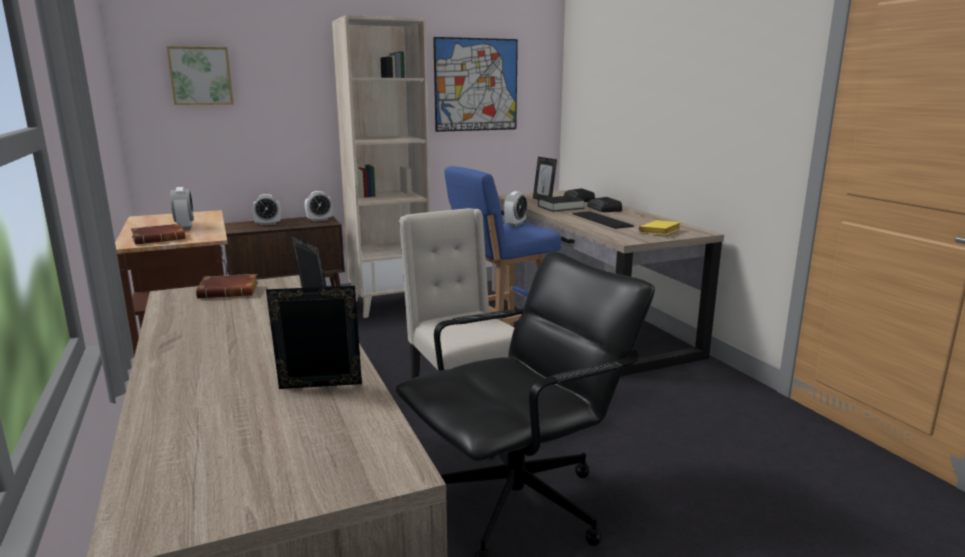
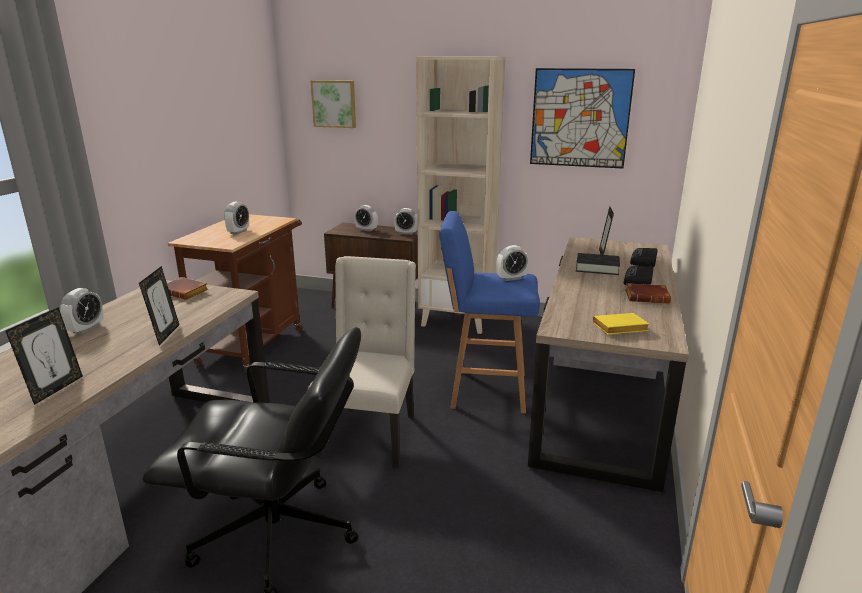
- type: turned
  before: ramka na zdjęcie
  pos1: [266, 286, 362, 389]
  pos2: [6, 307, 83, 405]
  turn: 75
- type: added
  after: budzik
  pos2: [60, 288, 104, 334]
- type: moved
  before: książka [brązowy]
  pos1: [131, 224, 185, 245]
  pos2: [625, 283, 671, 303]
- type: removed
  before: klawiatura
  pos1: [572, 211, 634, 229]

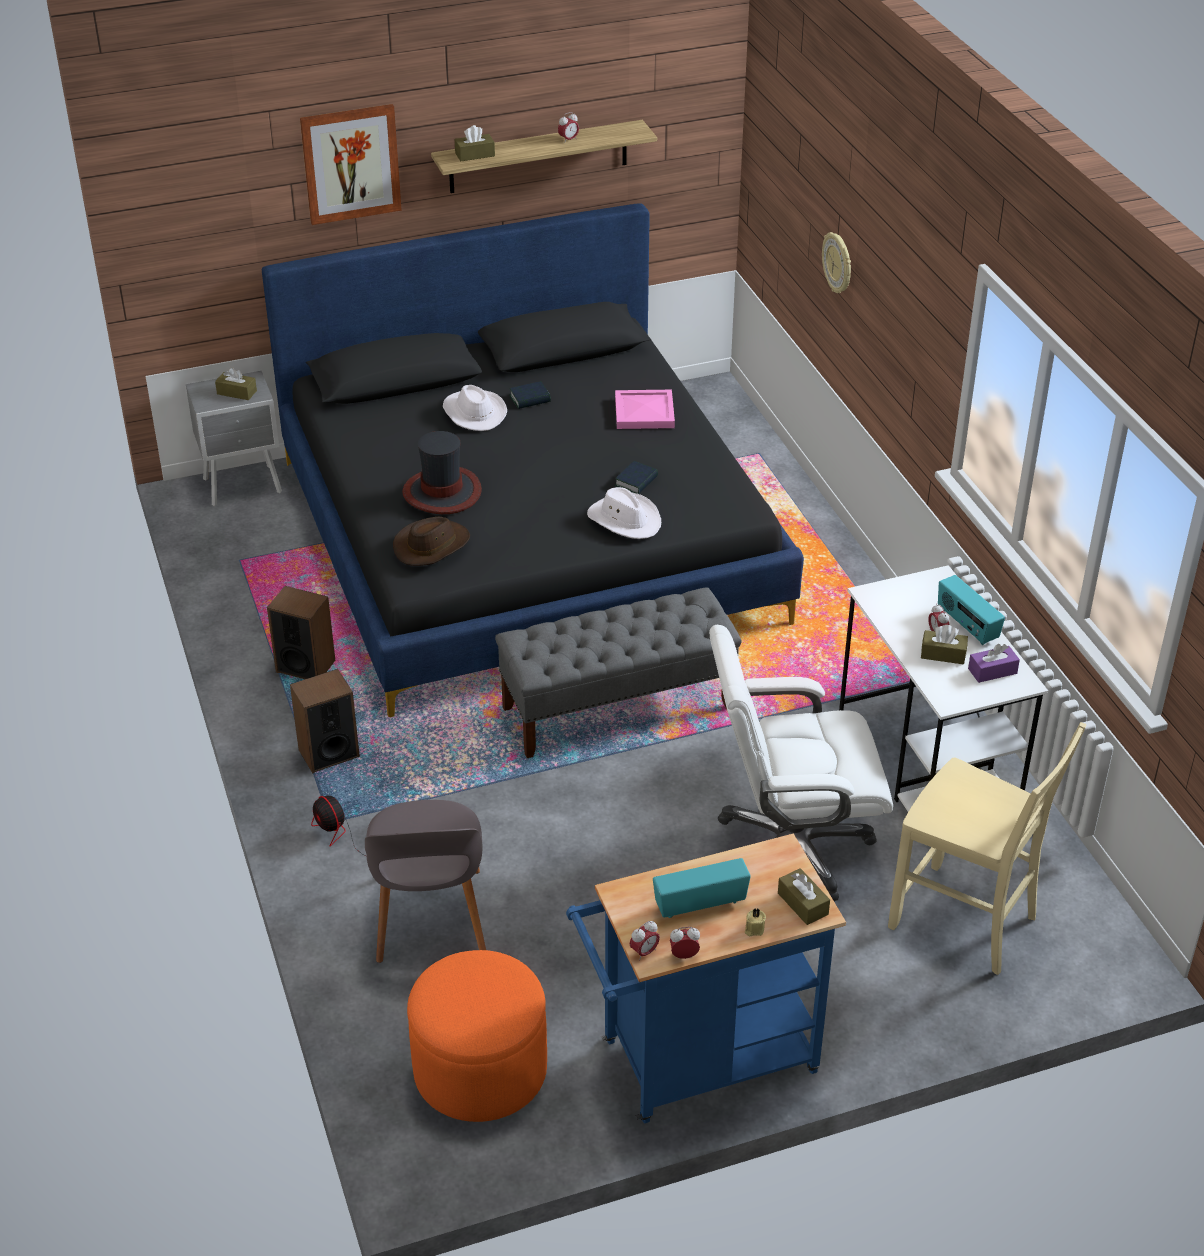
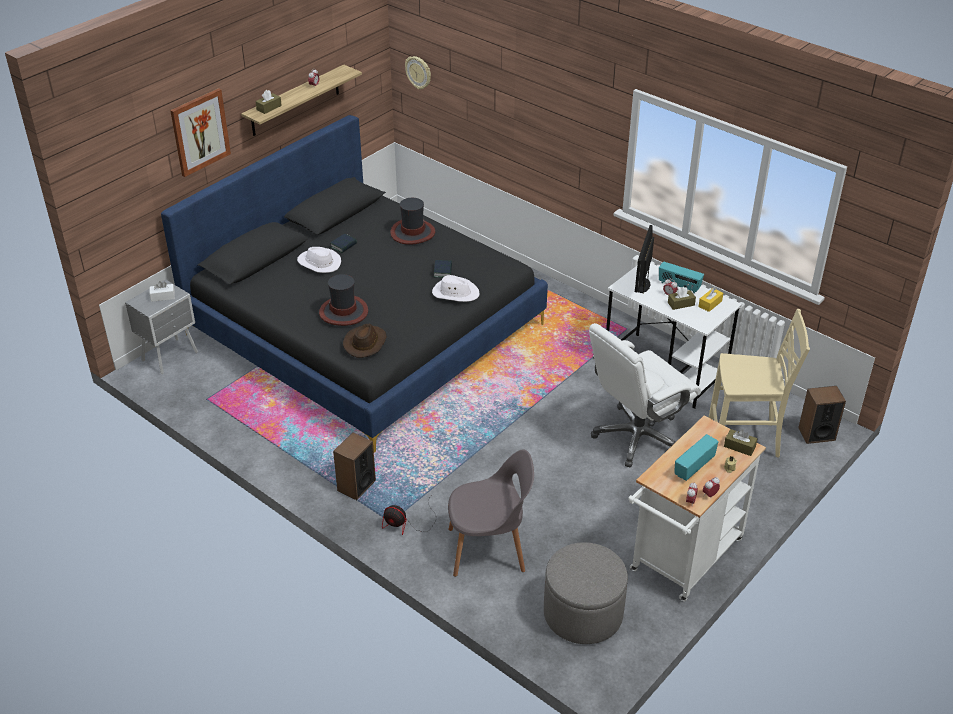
- type: recoloured
  before: pudełko chusteczek [brązowy]
  after: pudełko chusteczek [biały]
  pos1: [215, 367, 257, 400]
  pos2: [149, 281, 175, 302]
- type: replaced
  before: taca [różowy]
  after: kapelusz
  pos1: [615, 390, 675, 429]
  pos2: [390, 198, 435, 245]
- type: moved
  before: zegar ścienny
  pos1: [822, 232, 851, 293]
  pos2: [405, 56, 431, 89]
- type: turned
  before: krzesło [szary]
  pos1: [365, 800, 486, 963]
  pos2: [448, 450, 534, 577]
  turn: -60
- type: recoloured
  before: pufa [pomarańczowy]
  after: pufa [szary]
  pos1: [407, 950, 547, 1122]
  pos2: [544, 542, 628, 644]
- type: recoloured
  before: wózek [niebieski]
  after: wózek [biały]
  pos1: [566, 834, 846, 1123]
  pos2: [628, 416, 766, 602]
- type: added
  after: monitor
  pos2: [635, 225, 654, 294]
- type: recoloured
  before: pudełko chusteczek [fioletowy]
  after: pudełko chusteczek [żółty]
  pos1: [968, 644, 1020, 683]
  pos2: [698, 287, 723, 312]
- type: moved
  before: głośnik
  pos1: [267, 586, 335, 679]
  pos2: [798, 386, 846, 444]
- type: removed
  before: ławka [szary]
  pos1: [495, 587, 742, 758]

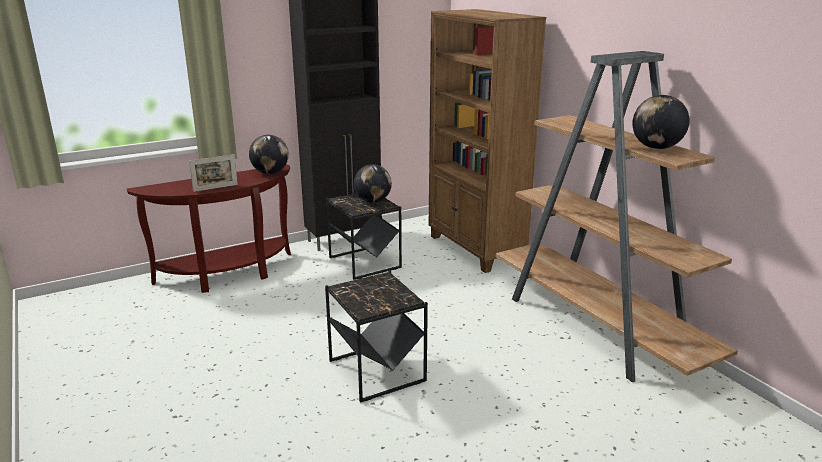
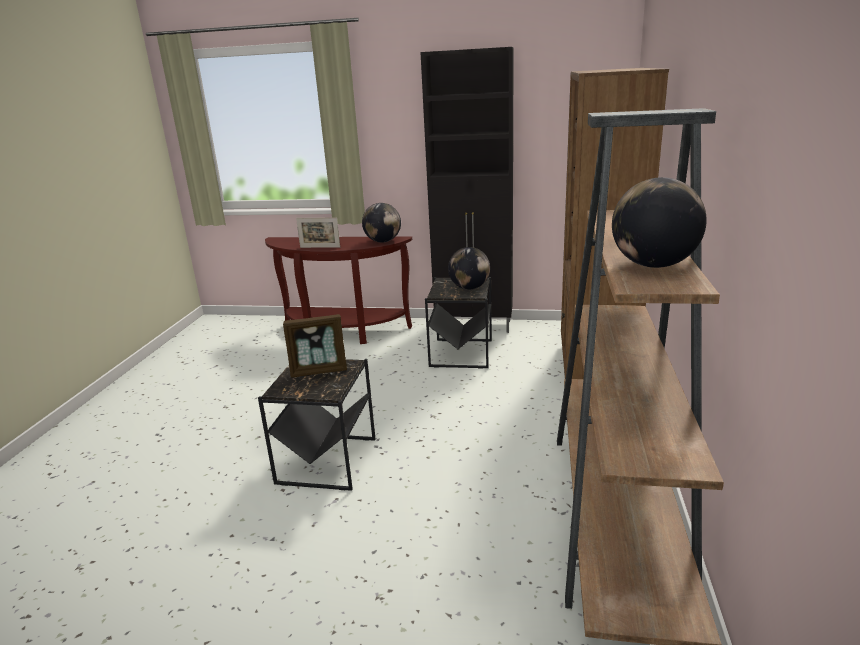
- type: added
  after: ramka na zdjęcie
  pos2: [283, 314, 347, 378]

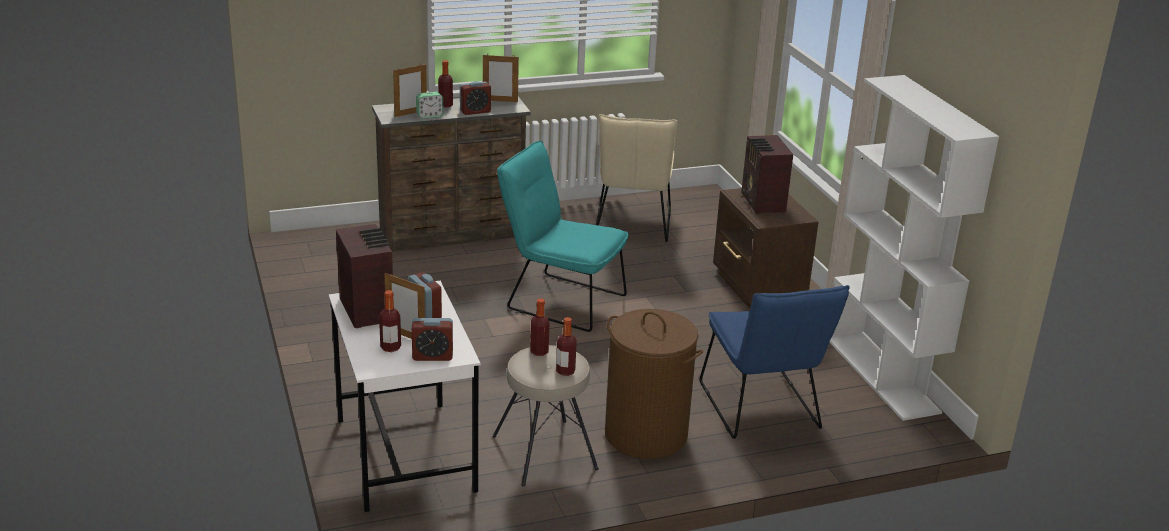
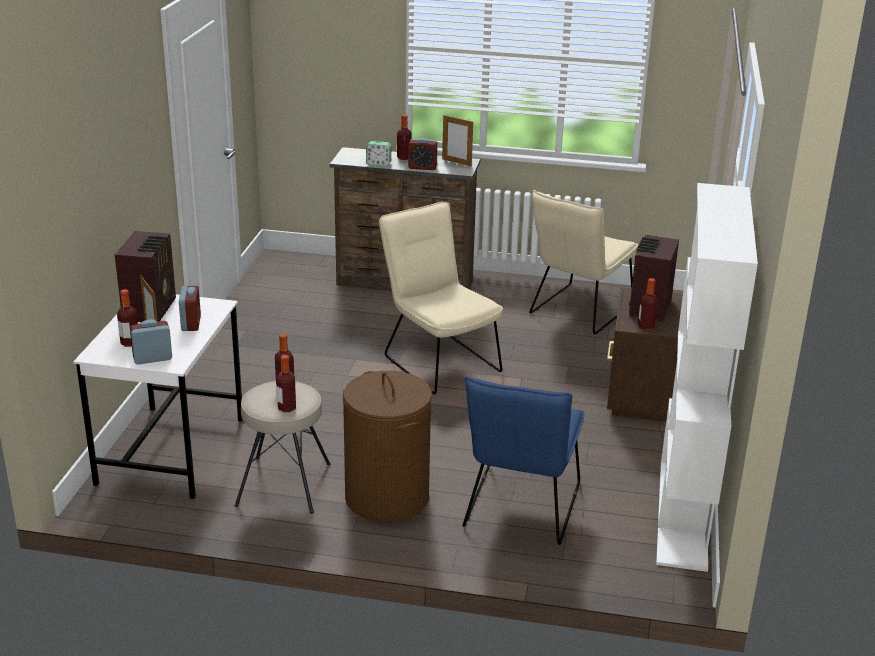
- type: turned
  before: budzik
  pos1: [412, 318, 453, 361]
  pos2: [130, 320, 172, 365]
  turn: 135
- type: recoloured
  before: krzesło [turkusowy]
  after: krzesło [beżowy]
  pos1: [497, 141, 628, 332]
  pos2: [379, 202, 503, 394]
- type: added
  after: butelka
  pos2: [638, 278, 658, 330]
- type: removed
  before: ramka na zdjęcie
  pos1: [393, 64, 427, 117]

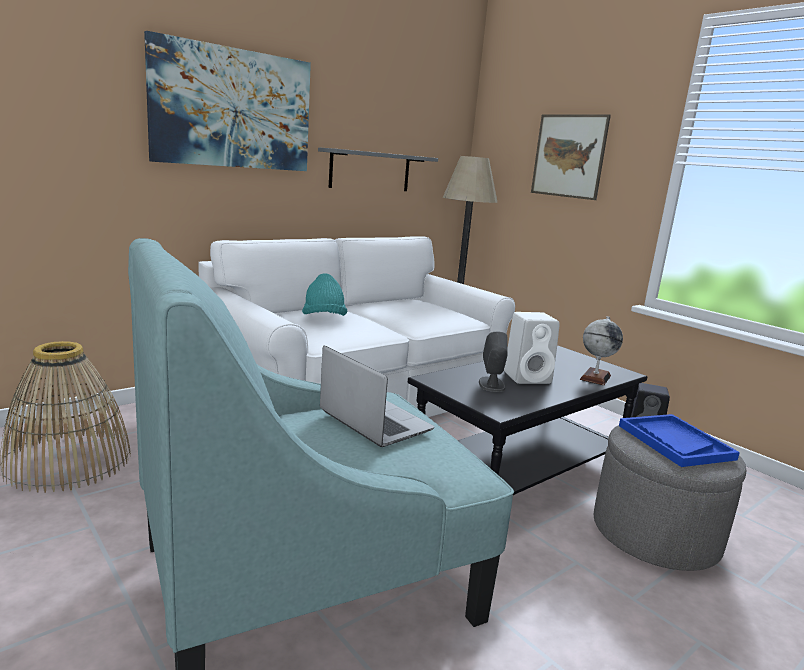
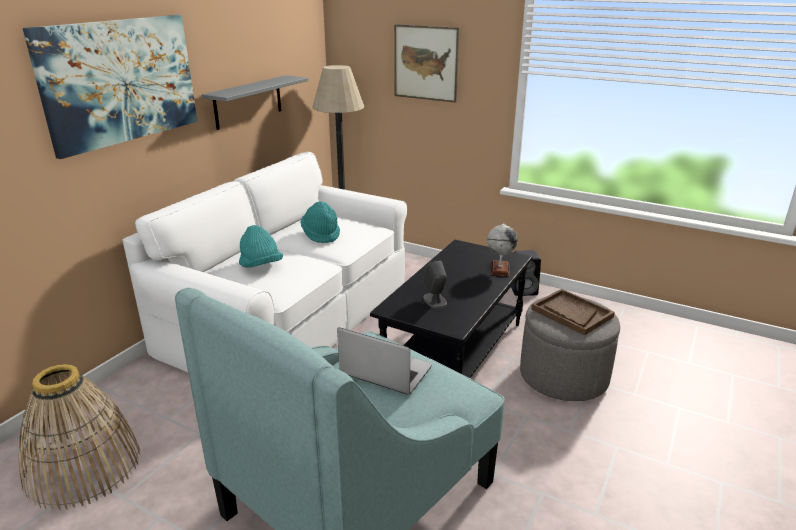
- type: added
  after: kapelusz [turkusowy]
  pos2: [300, 202, 340, 243]
- type: recoloured
  before: taca [niebieski]
  after: taca [brązowy]
  pos1: [619, 414, 740, 467]
  pos2: [531, 289, 615, 335]
- type: removed
  before: głośnik [biały]
  pos1: [504, 312, 560, 384]

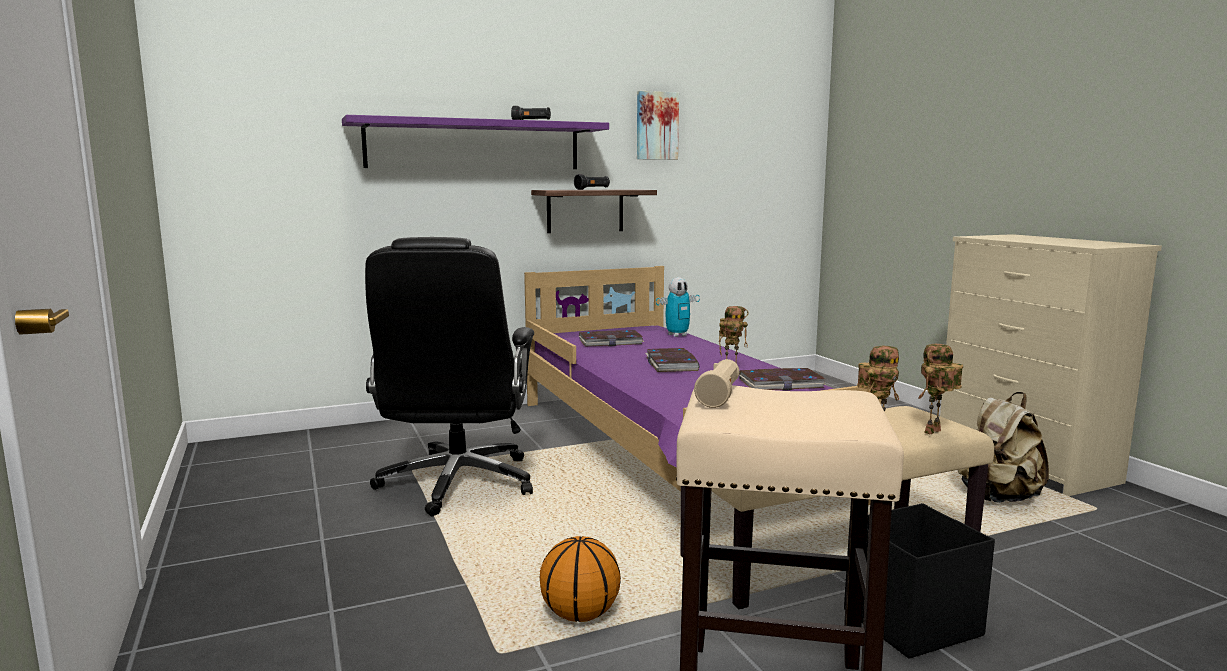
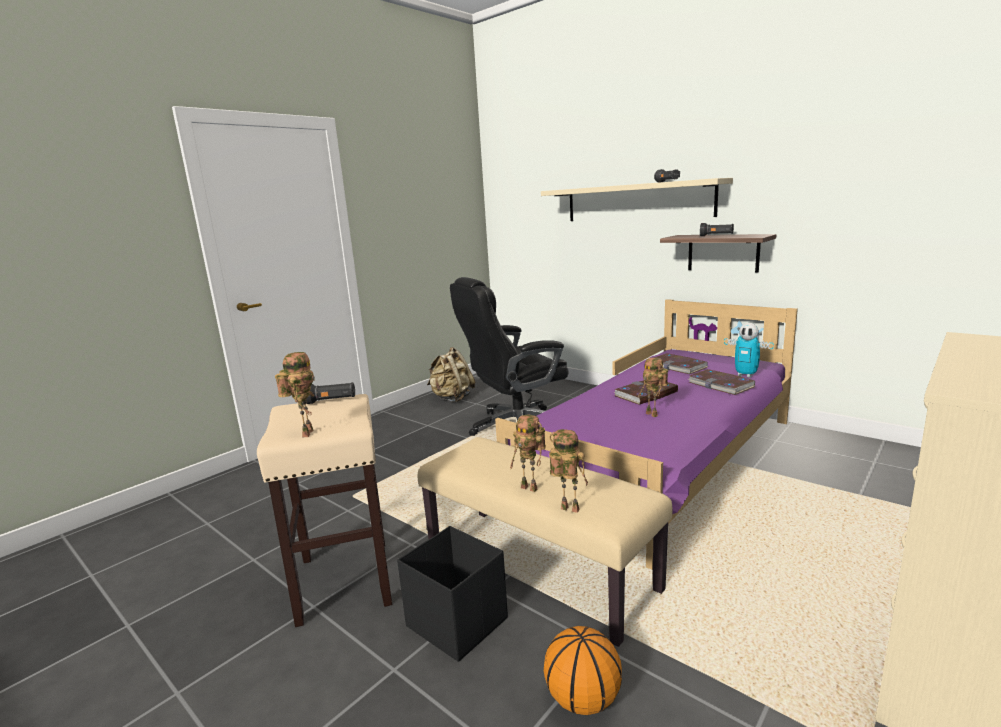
- type: added
  after: robot zabawkowy
  pos2: [275, 352, 315, 437]
- type: recoloured
  before: latarka [beżowy]
  after: latarka [czarny]
  pos1: [694, 359, 740, 408]
  pos2: [307, 382, 355, 404]
- type: moved
  before: plecak [beżowy]
  pos1: [958, 392, 1049, 503]
  pos2: [427, 347, 475, 402]
- type: recoloured
  before: półka [fioletowy]
  after: półka [beżowy]
  pos1: [342, 115, 609, 169]
  pos2: [541, 178, 733, 221]
- type: moved
  before: piłka do koszykówki
  pos1: [540, 536, 621, 622]
  pos2: [544, 626, 622, 715]
- type: moved
  before: książka
  pos1: [739, 368, 826, 390]
  pos2: [689, 369, 755, 395]
- type: removed
  before: obraz
  pos1: [637, 91, 679, 160]

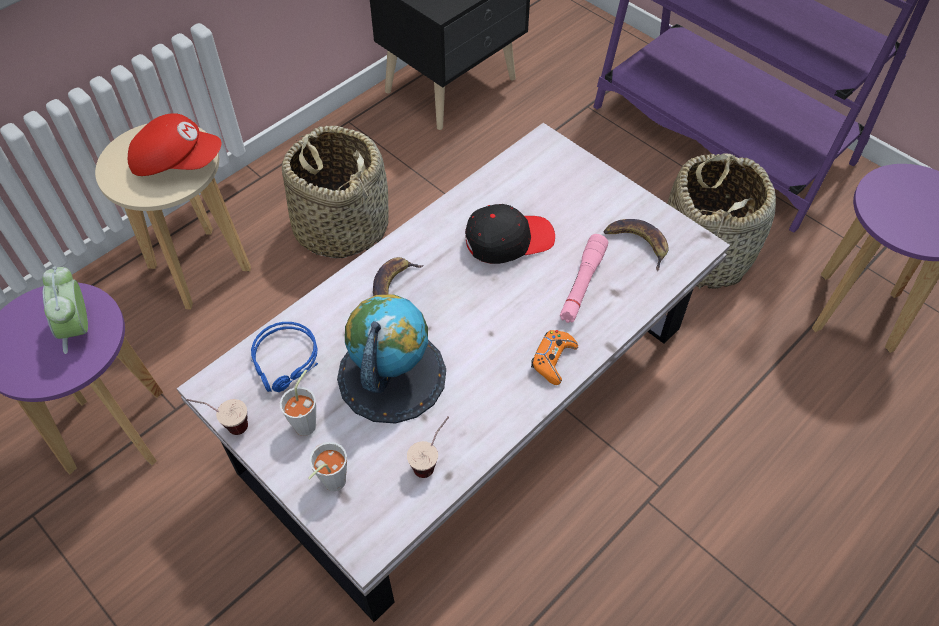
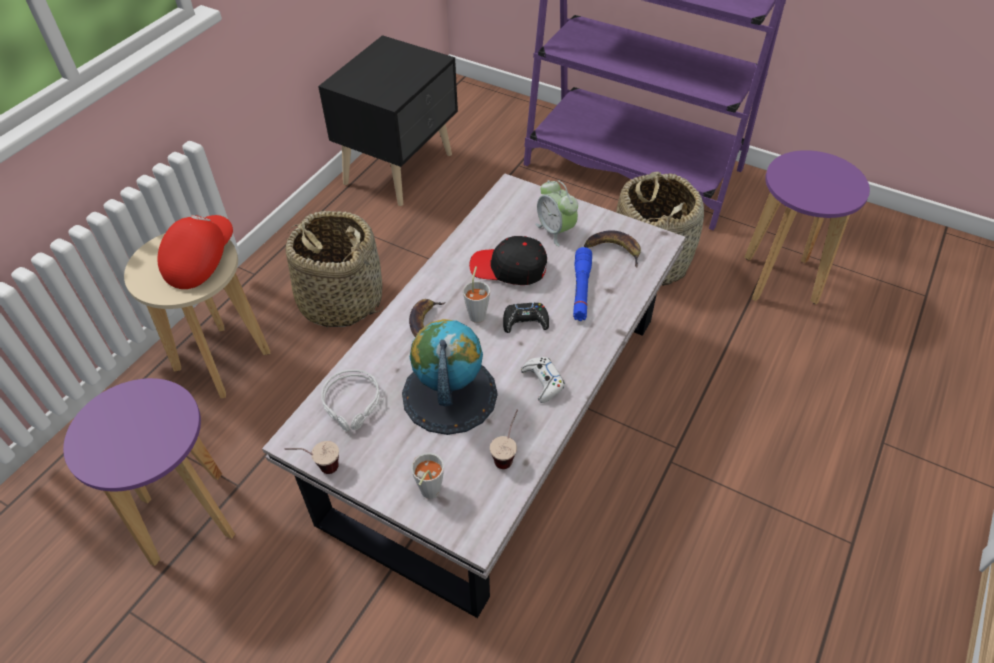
- type: turned
  before: czapka z daszkiem [czerwony]
  pos1: [128, 113, 221, 176]
  pos2: [157, 215, 233, 289]
  turn: -60
- type: recoloured
  before: słuchawki [niebieski]
  after: słuchawki [szary]
  pos1: [251, 322, 318, 392]
  pos2: [321, 369, 384, 432]
- type: moved
  before: filiżanka [szary]
  pos1: [280, 369, 316, 436]
  pos2: [463, 266, 490, 323]
- type: turned
  before: czapka z daszkiem [czarny]
  pos1: [465, 204, 555, 264]
  pos2: [469, 236, 547, 285]
  turn: -135
- type: added
  after: pad do gier [czarny]
  pos2: [503, 303, 549, 333]
- type: added
  after: pad do gier [biały]
  pos2: [521, 357, 564, 403]
- type: moved
  before: budzik
  pos1: [43, 266, 88, 354]
  pos2: [535, 180, 578, 246]
- type: recoloured
  before: latarka [różowy]
  after: latarka [niebieski]
  pos1: [560, 234, 608, 323]
  pos2: [573, 247, 592, 321]
- type: removed
  before: pad do gier [pomarańczowy]
  pos1: [531, 330, 578, 385]

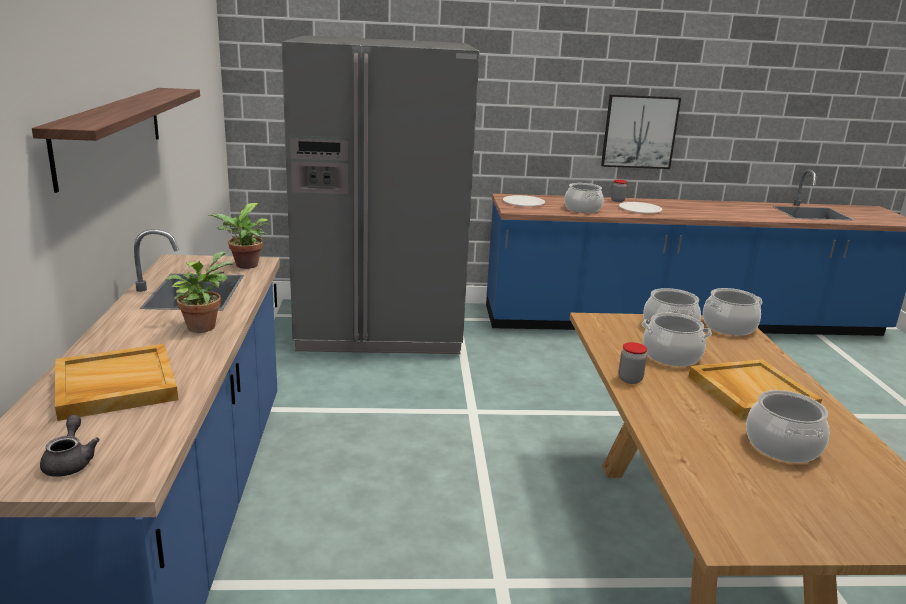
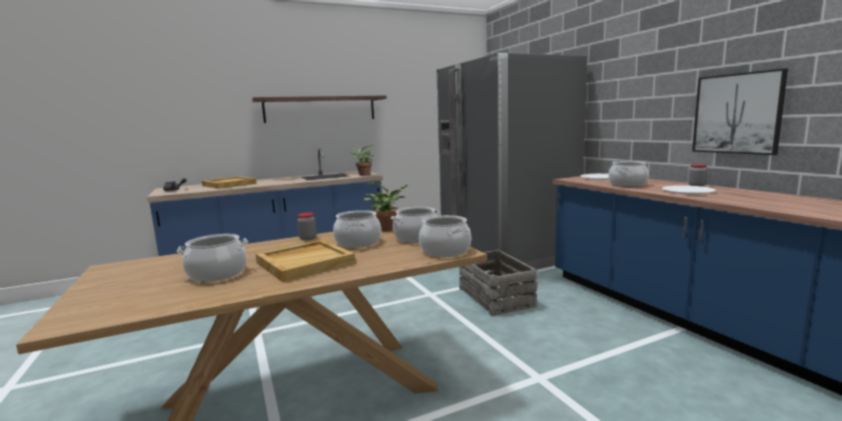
- type: moved
  before: roślina doniczkowa
  pos1: [165, 251, 233, 333]
  pos2: [364, 182, 411, 231]
- type: added
  after: skrzynka
  pos2: [459, 250, 537, 316]

